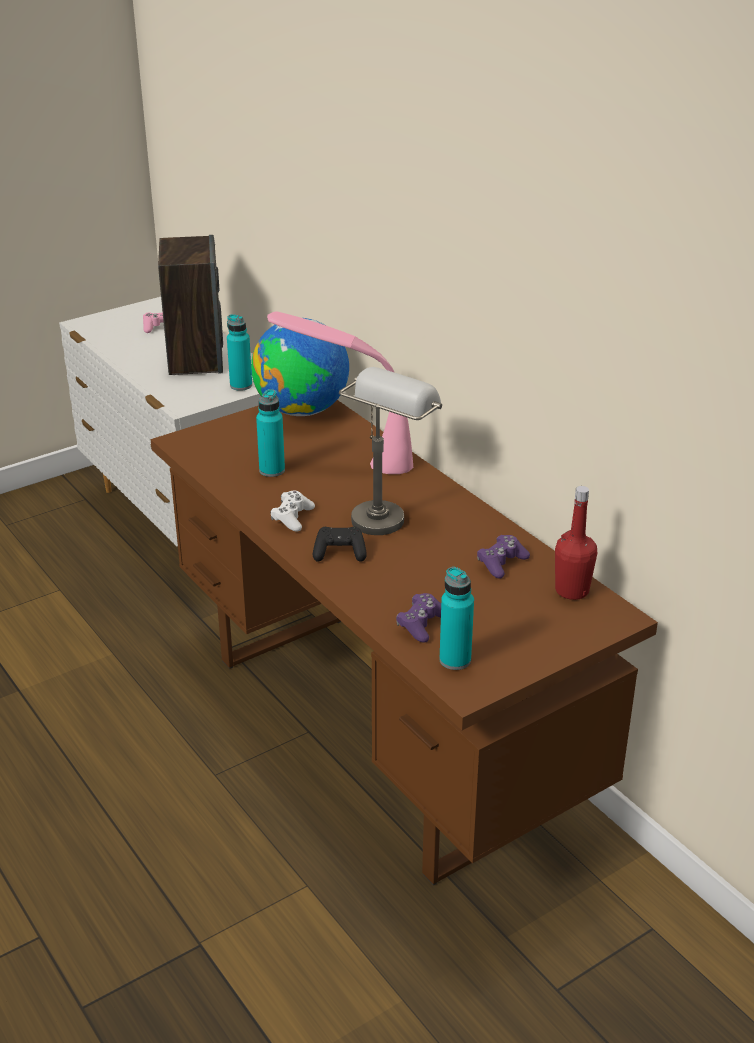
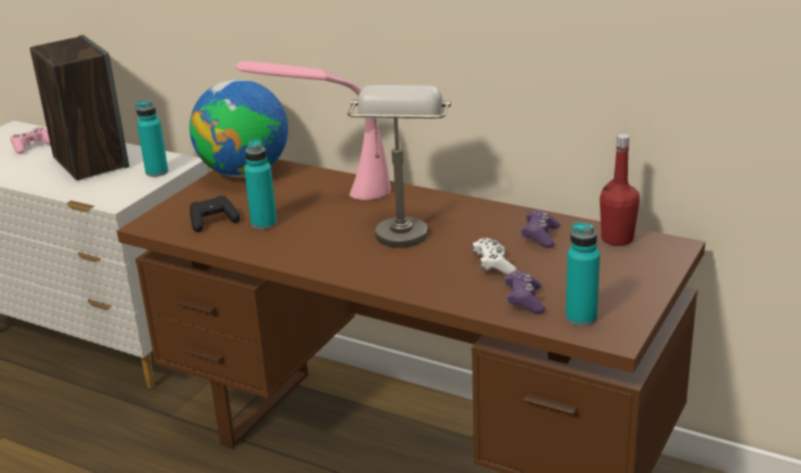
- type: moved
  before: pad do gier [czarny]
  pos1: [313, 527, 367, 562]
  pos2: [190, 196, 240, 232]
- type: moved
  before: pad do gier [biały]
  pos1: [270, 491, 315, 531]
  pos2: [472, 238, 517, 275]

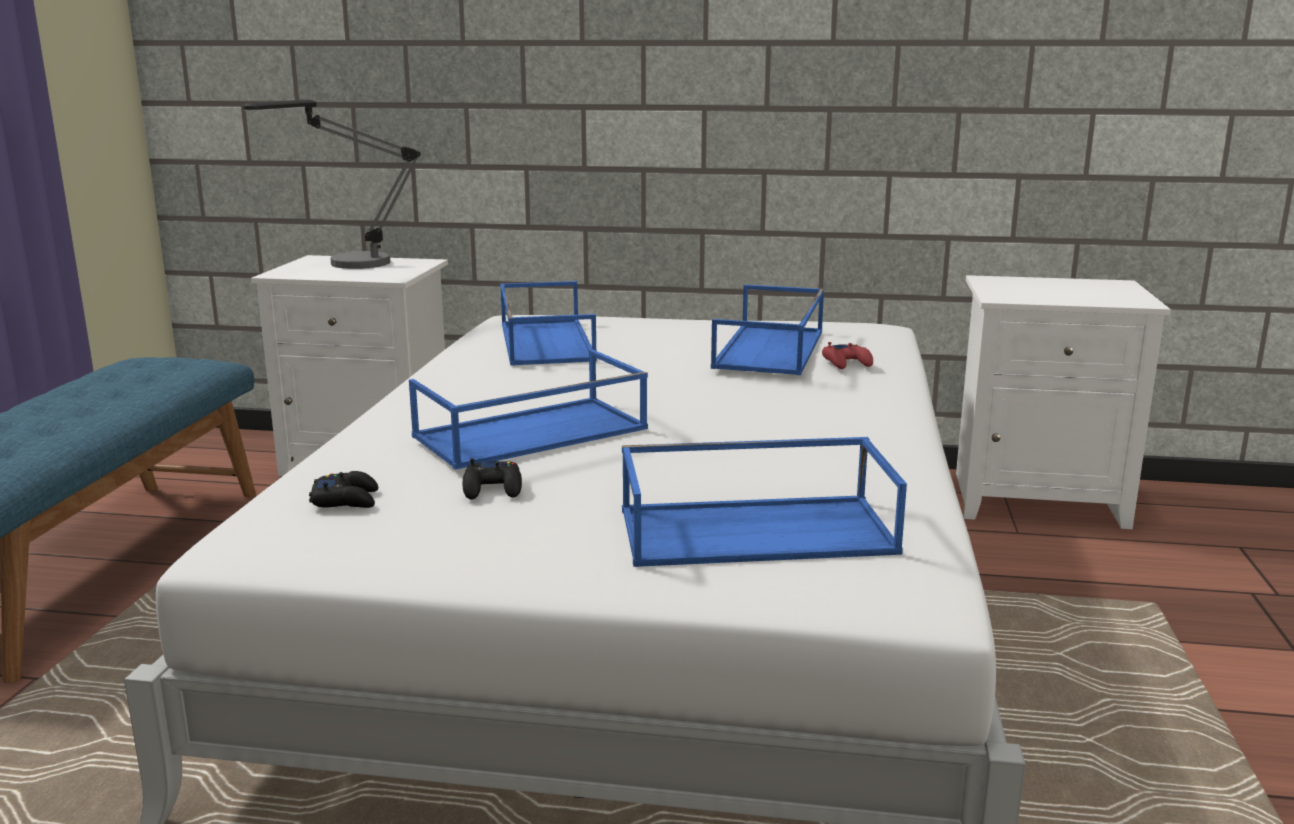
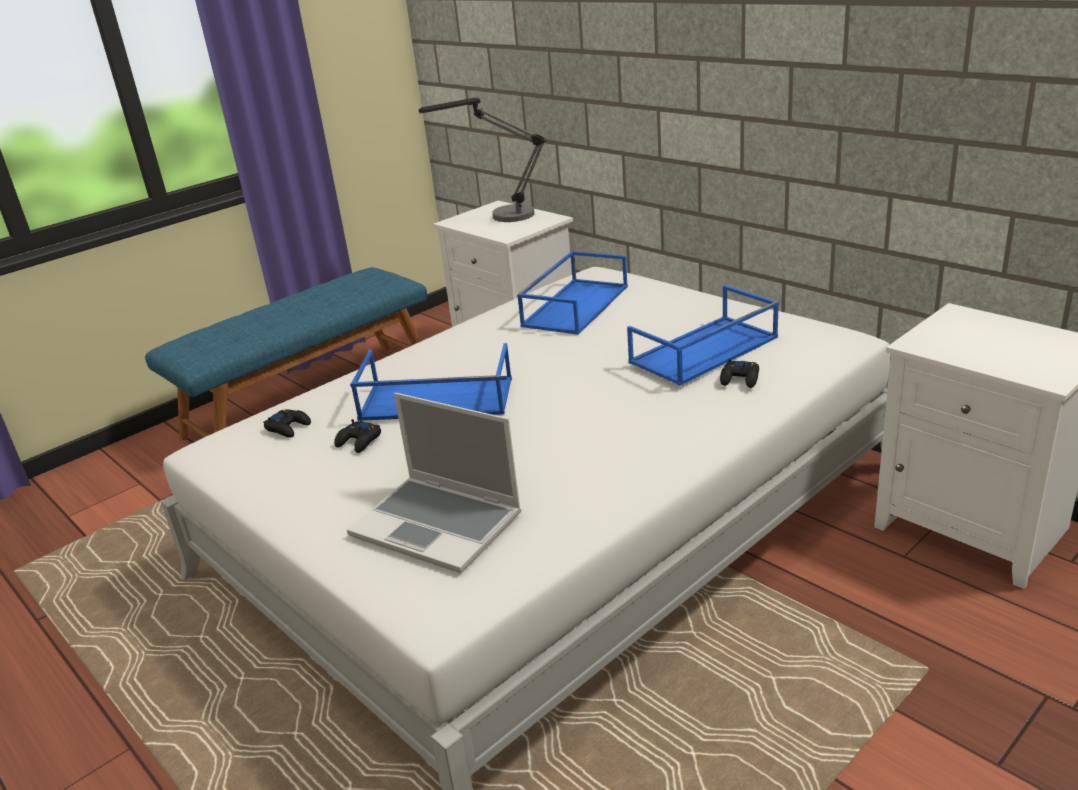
- type: replaced
  before: taca [niebieski]
  after: laptop
  pos1: [622, 437, 907, 567]
  pos2: [347, 393, 521, 573]
- type: recoloured
  before: pad do gier [czerwony]
  after: pad do gier [czarny]
  pos1: [822, 342, 873, 369]
  pos2: [720, 359, 759, 388]

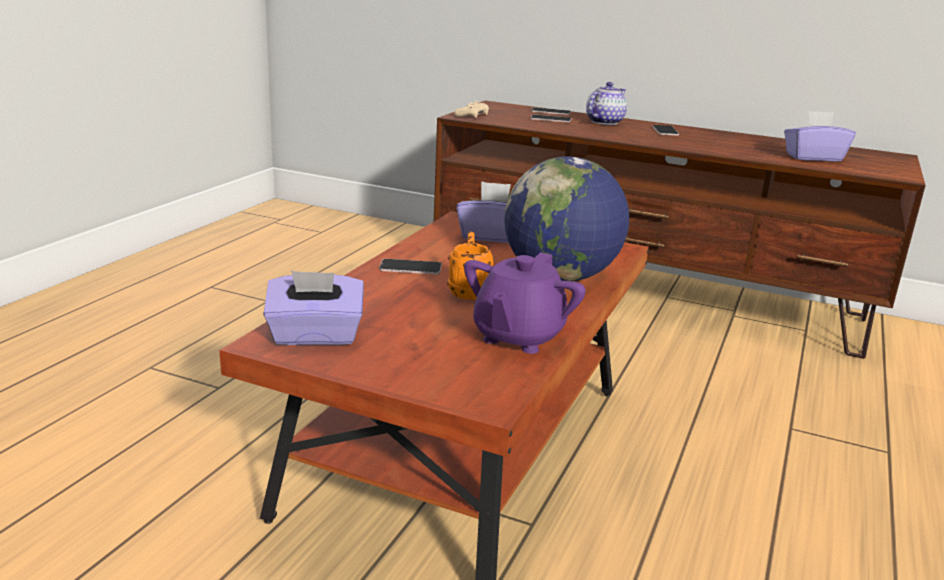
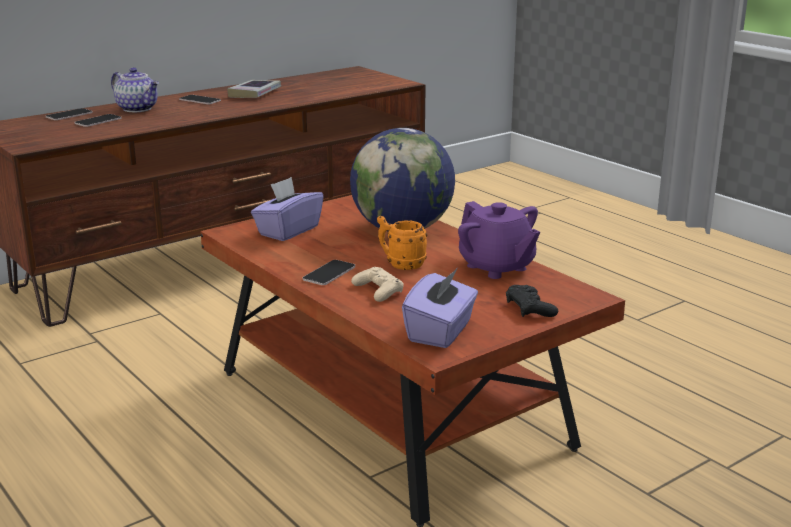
- type: turned
  before: imbryk
  pos1: [586, 82, 627, 125]
  pos2: [111, 67, 159, 112]
  turn: 150
- type: added
  after: książka
  pos2: [227, 80, 281, 98]
- type: moved
  before: pad do gier [beżowy]
  pos1: [454, 101, 489, 118]
  pos2: [351, 267, 404, 302]
- type: added
  after: pad do gier [czarny]
  pos2: [506, 285, 558, 317]
- type: removed
  before: pudełko chusteczek [fioletowy]
  pos1: [784, 111, 856, 162]

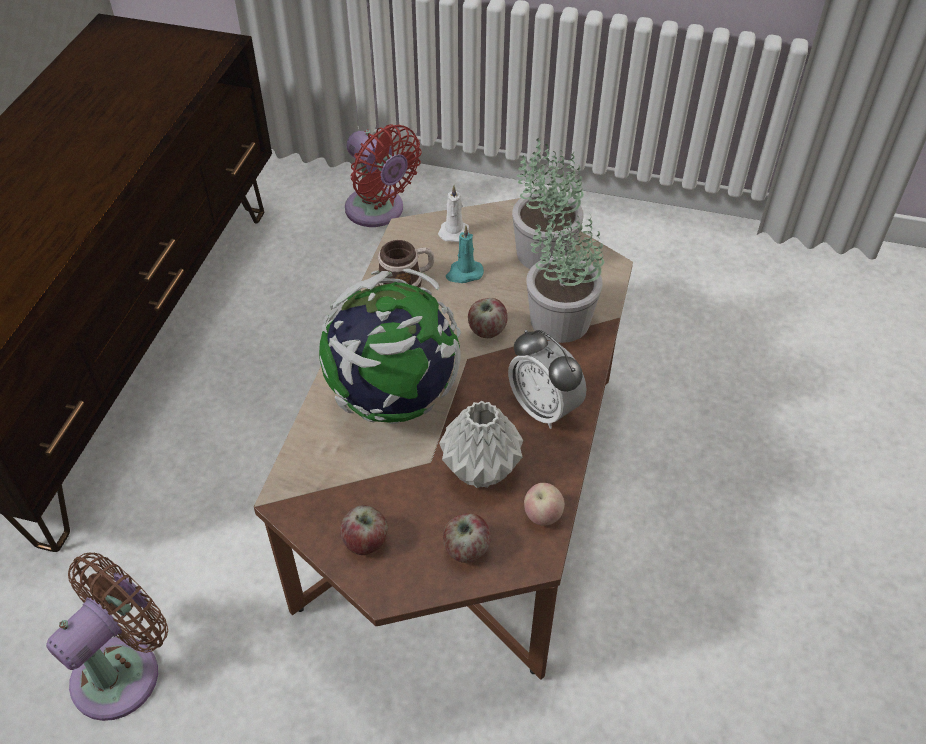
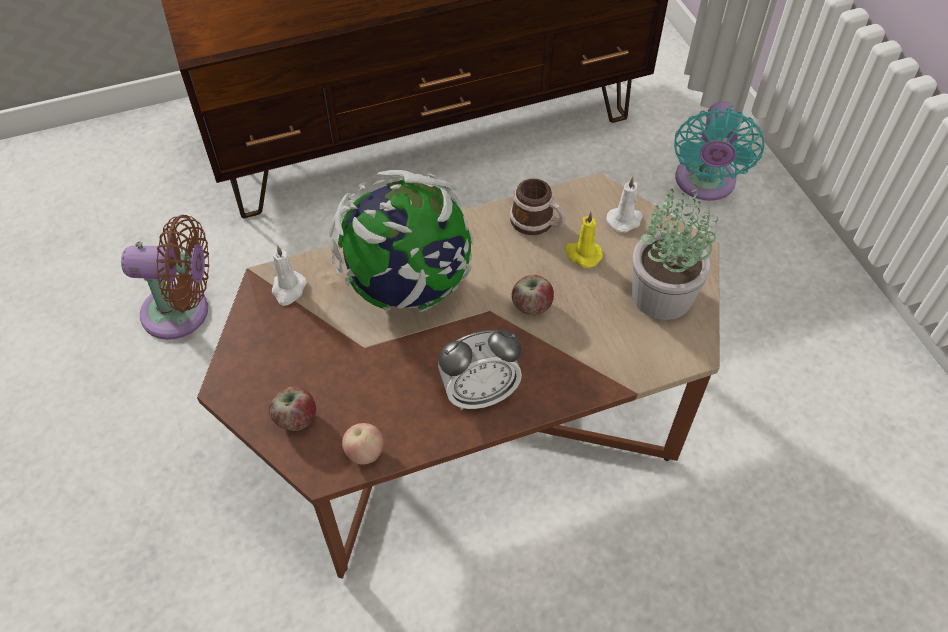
- type: added
  after: świeca [biały]
  pos2: [272, 245, 307, 306]
- type: turned
  before: budzik
  pos1: [508, 330, 587, 429]
  pos2: [438, 330, 522, 410]
  turn: -120
- type: recoloured
  before: świeca [turkusowy]
  after: świeca [żółty]
  pos1: [446, 225, 484, 283]
  pos2: [565, 211, 603, 268]
- type: recoloured
  before: wentylator [czerwony]
  after: wentylator [turkusowy]
  pos1: [345, 124, 422, 227]
  pos2: [674, 101, 764, 201]
- type: removed
  before: jabłko
  pos1: [340, 505, 388, 555]
- type: removed
  before: wazon [szary]
  pos1: [439, 401, 523, 488]
- type: removed
  before: roślina doniczkowa
  pos1: [526, 205, 604, 343]

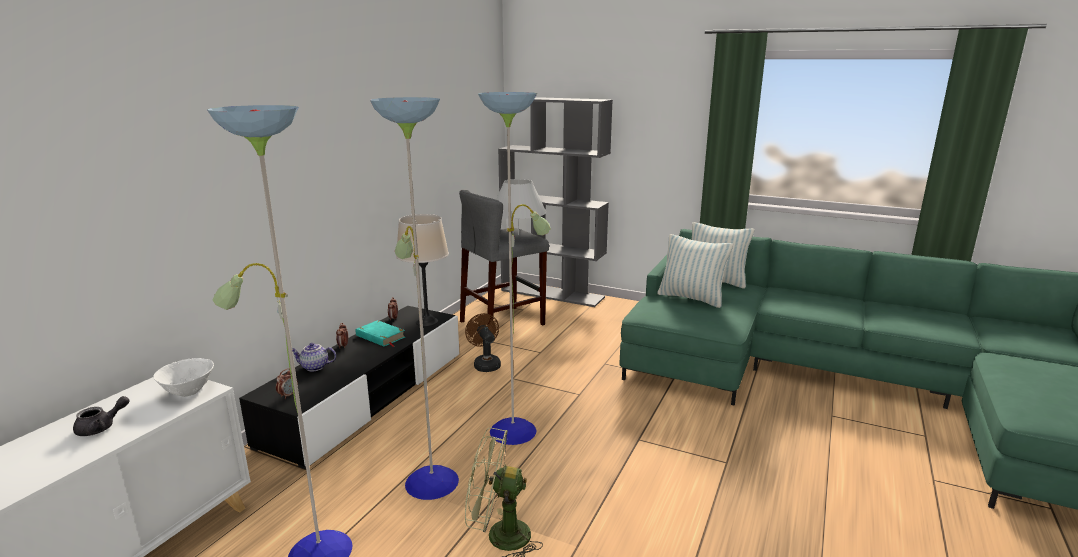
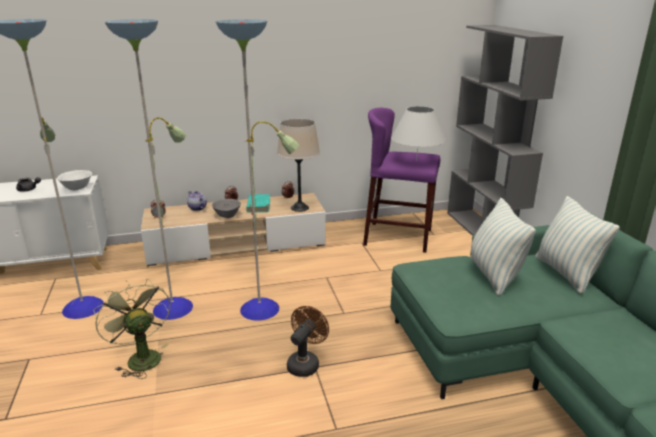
- type: recoloured
  before: szafka pod telewizor [czarny]
  after: szafka pod telewizor [beżowy]
  pos1: [239, 306, 459, 469]
  pos2: [141, 193, 326, 266]
- type: added
  after: miska [szary]
  pos2: [212, 199, 241, 218]
- type: moved
  before: wentylator [brązowy]
  pos1: [465, 313, 501, 372]
  pos2: [287, 306, 329, 377]
- type: recoloured
  before: stołek [szary]
  after: stołek [fioletowy]
  pos1: [459, 189, 549, 326]
  pos2: [363, 108, 440, 253]

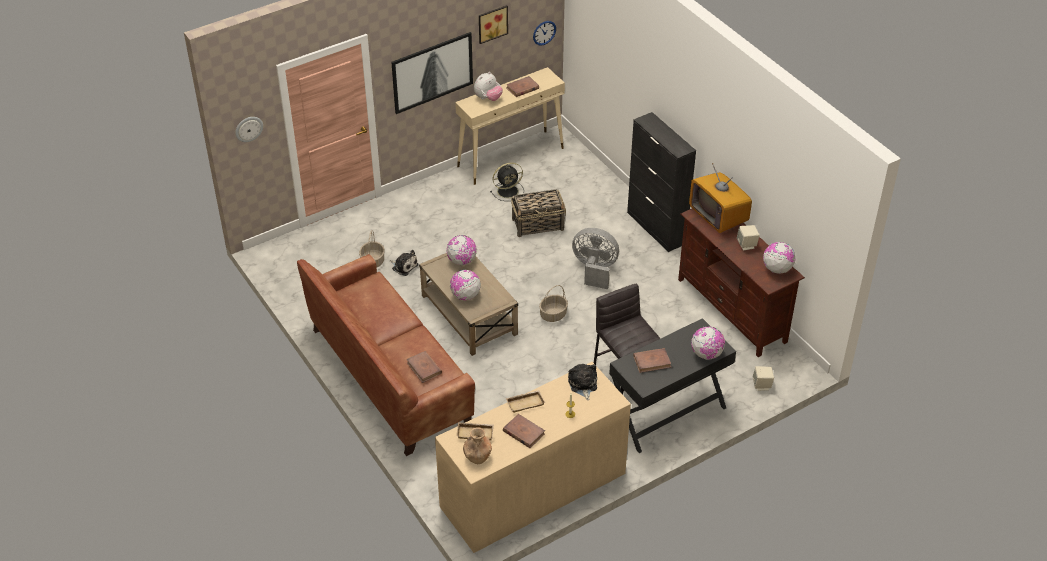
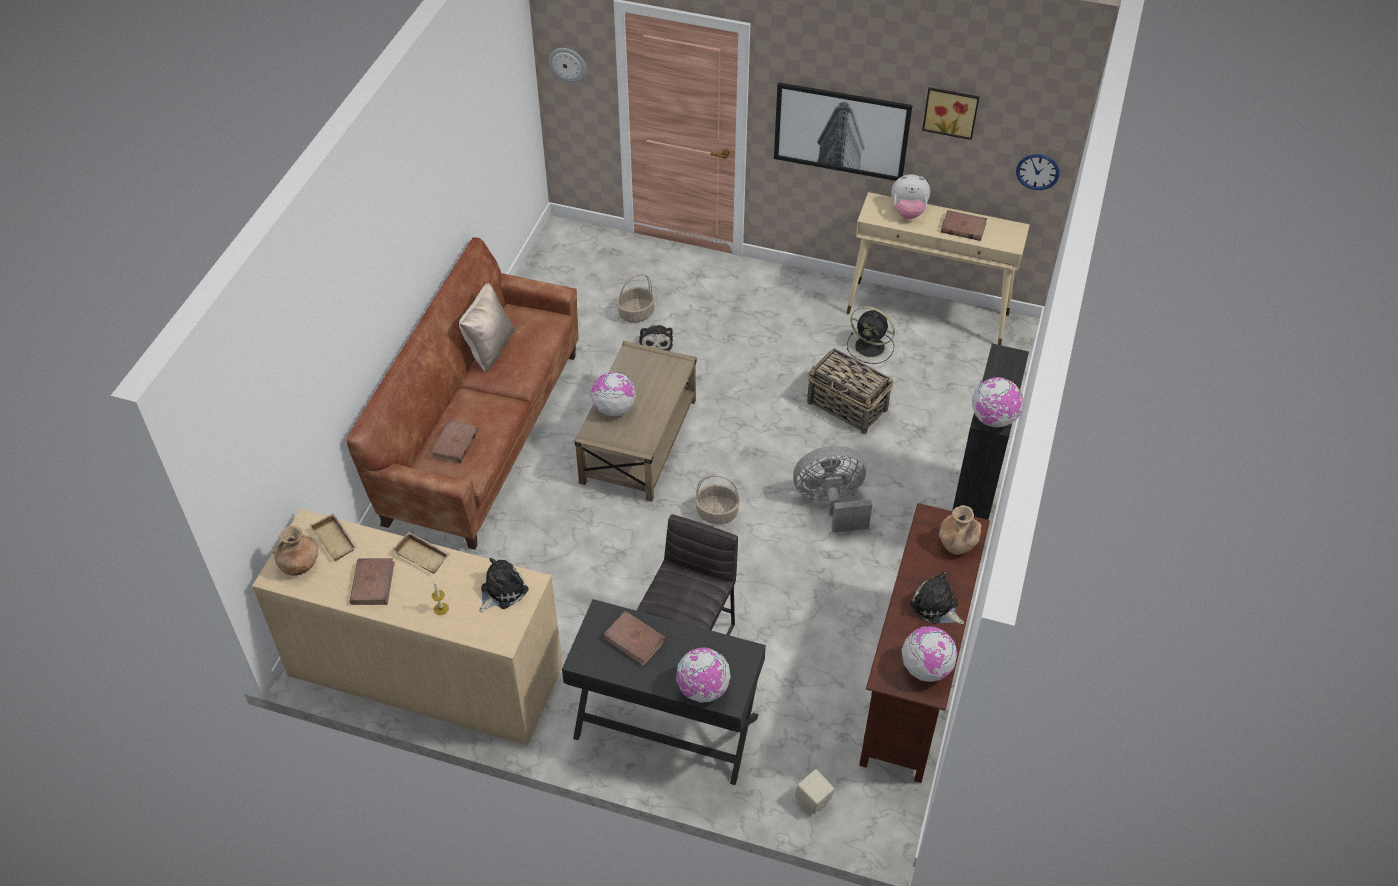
- type: added
  after: poduszka [beżowy]
  pos2: [459, 283, 516, 373]
- type: turned
  before: wentylator [szary]
  pos1: [572, 228, 619, 289]
  pos2: [793, 446, 872, 533]
  turn: -75
- type: replaced
  before: głośnik [beżowy]
  after: pluszak
  pos1: [737, 225, 760, 251]
  pos2: [910, 571, 964, 624]
- type: replaced
  before: telewizor
  after: wazon [brązowy]
  pos1: [689, 163, 752, 233]
  pos2: [939, 505, 981, 555]
- type: moved
  before: globus
  pos1: [446, 235, 477, 266]
  pos2: [972, 377, 1023, 427]

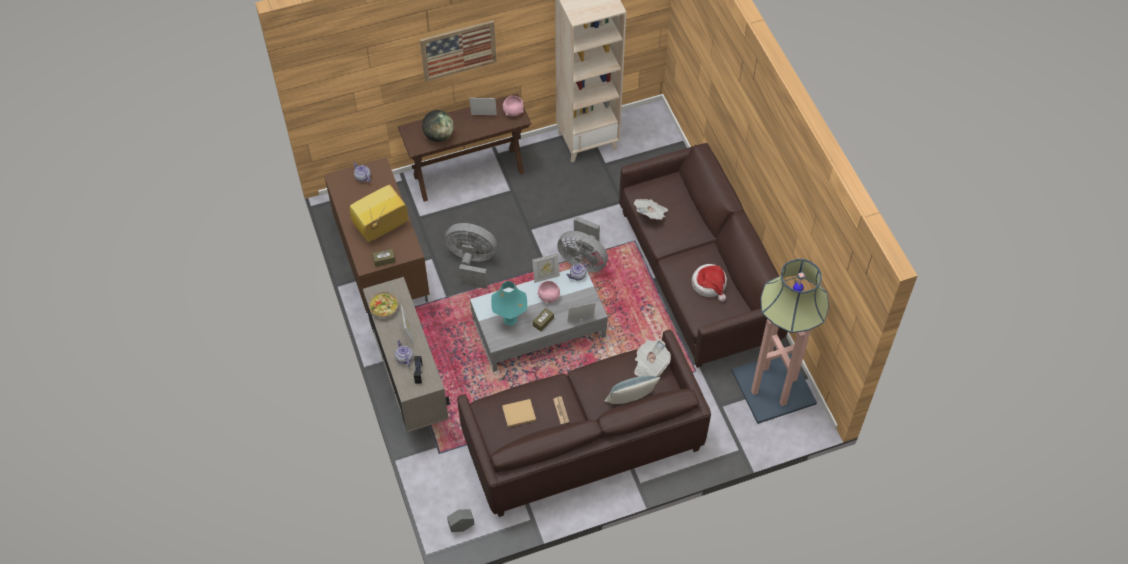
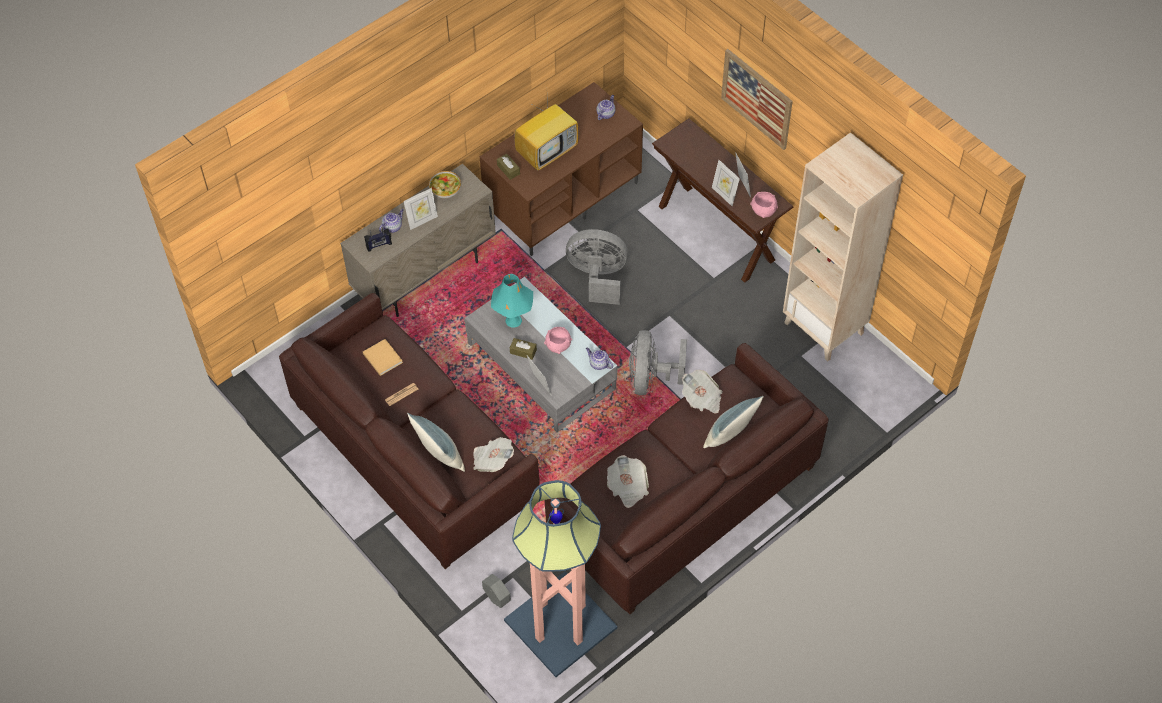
- type: moved
  before: donica [szary]
  pos1: [447, 509, 474, 532]
  pos2: [482, 574, 511, 608]
- type: turned
  before: telewizor
  pos1: [349, 185, 408, 242]
  pos2: [515, 99, 579, 170]
  turn: 105
- type: turned
  before: wentylator [szary]
  pos1: [445, 223, 497, 289]
  pos2: [566, 229, 628, 305]
  turn: -75
- type: replaced
  before: kapelusz
  after: gazeta
  pos1: [692, 264, 727, 302]
  pos2: [607, 455, 649, 508]
- type: added
  after: poduszka
  pos2: [703, 396, 764, 448]
- type: moved
  before: ramka na zdjęcie
  pos1: [532, 253, 560, 283]
  pos2: [712, 160, 740, 206]
- type: removed
  before: globus
  pos1: [422, 110, 454, 142]

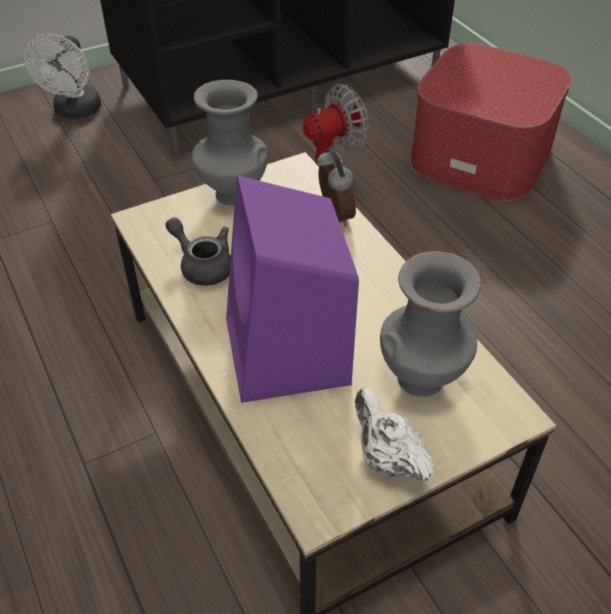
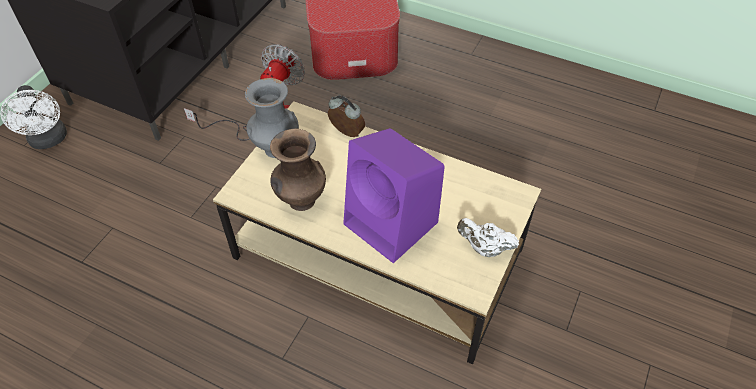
- type: replaced
  before: imbryk [szary]
  after: wazon [brązowy]
  pos1: [166, 217, 231, 286]
  pos2: [270, 129, 326, 211]
- type: removed
  before: wazon [szary]
  pos1: [380, 251, 481, 397]

